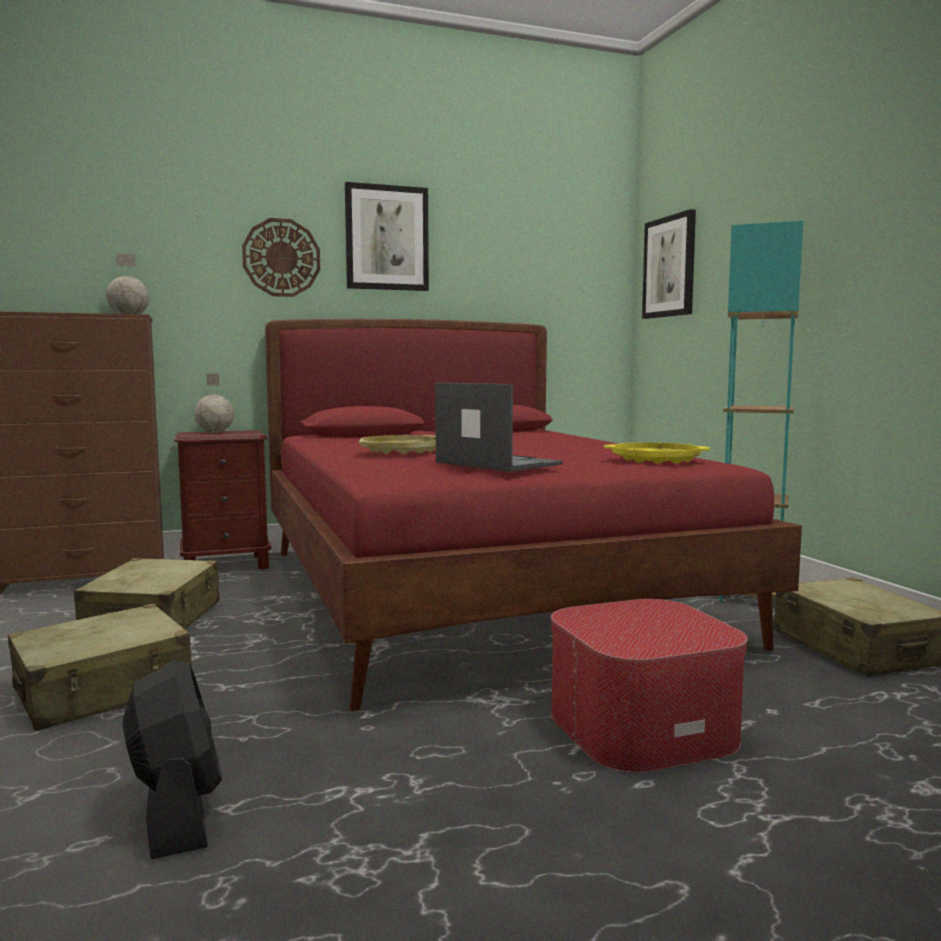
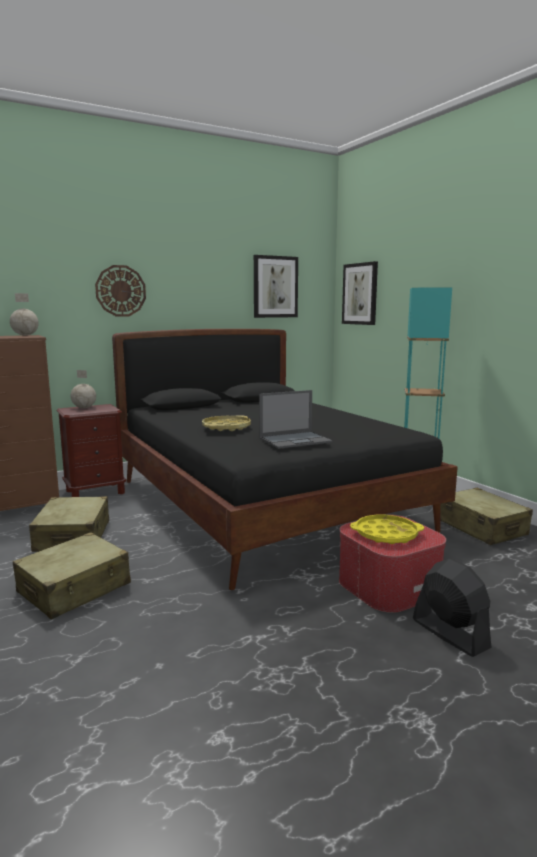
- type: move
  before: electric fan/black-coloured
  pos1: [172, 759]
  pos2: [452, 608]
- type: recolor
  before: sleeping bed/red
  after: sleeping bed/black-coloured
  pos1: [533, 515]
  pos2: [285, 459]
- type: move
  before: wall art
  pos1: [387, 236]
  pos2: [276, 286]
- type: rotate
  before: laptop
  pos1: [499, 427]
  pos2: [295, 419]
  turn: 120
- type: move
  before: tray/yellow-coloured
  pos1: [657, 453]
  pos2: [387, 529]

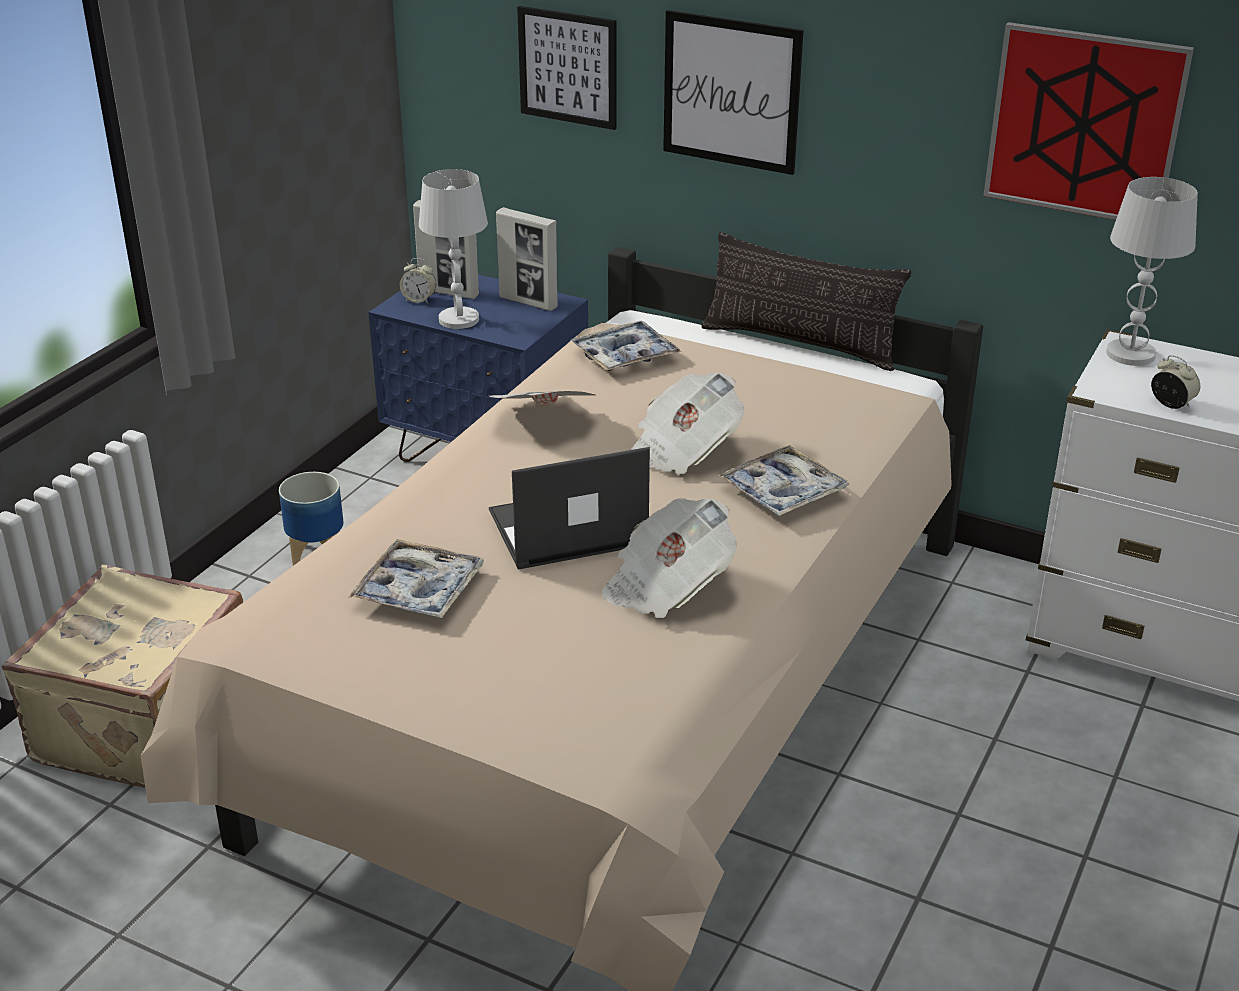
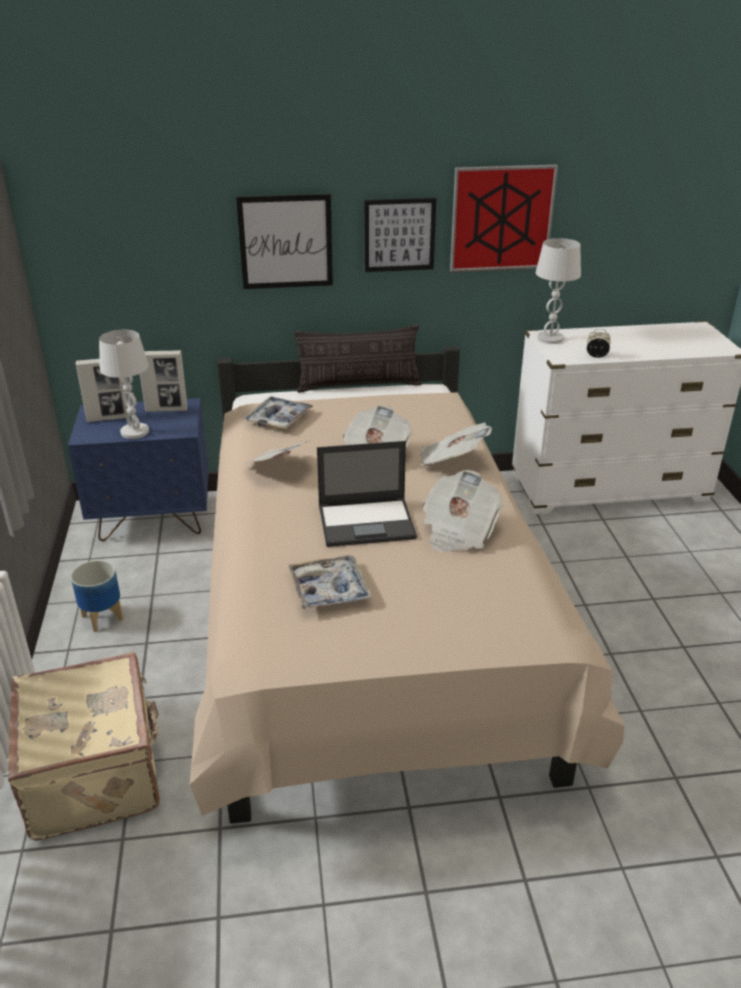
- type: delete
  before: table clock
  pos1: [418, 281]
- type: rotate
  before: laptop
  pos1: [569, 508]
  pos2: [367, 494]
  turn: -135
- type: move
  before: wall art
  pos1: [567, 68]
  pos2: [400, 235]
- type: replace
  before: tray
  after: newspaper
  pos1: [784, 480]
  pos2: [456, 444]

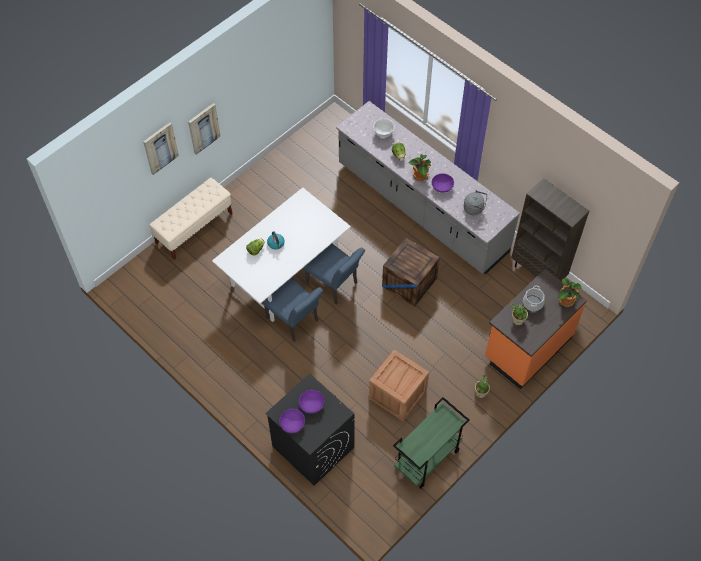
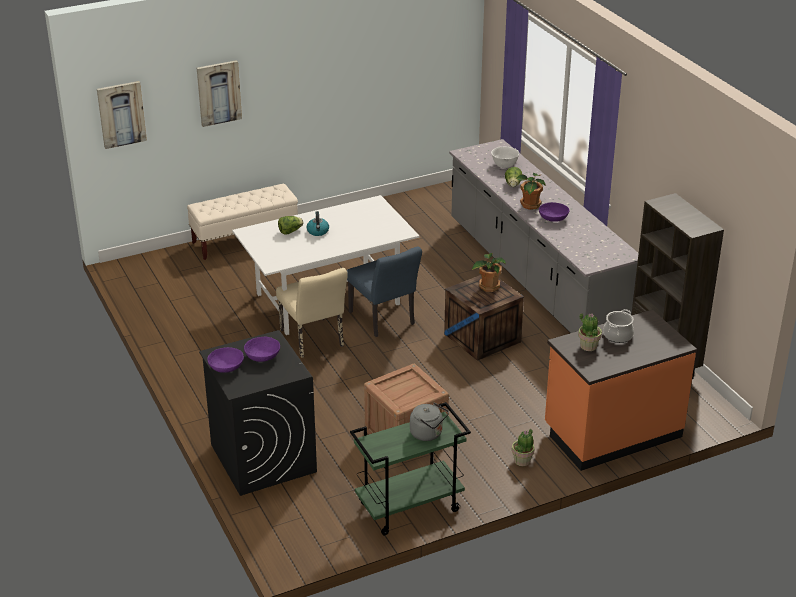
- type: move
  before: wall art
  pos1: [204, 129]
  pos2: [122, 115]
- type: recolor
  before: upright chair/bluish
  after: upright chair/beige
  pos1: [293, 309]
  pos2: [312, 313]
- type: move
  before: water kettle/gray
  pos1: [475, 202]
  pos2: [429, 421]
- type: move
  before: houseplant
  pos1: [569, 293]
  pos2: [489, 272]

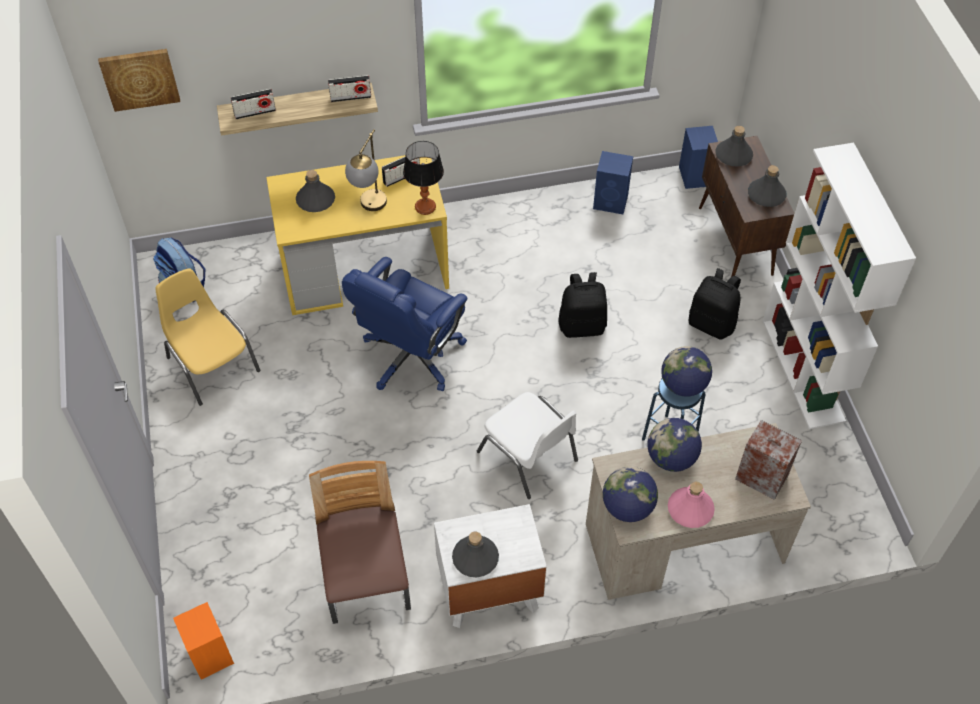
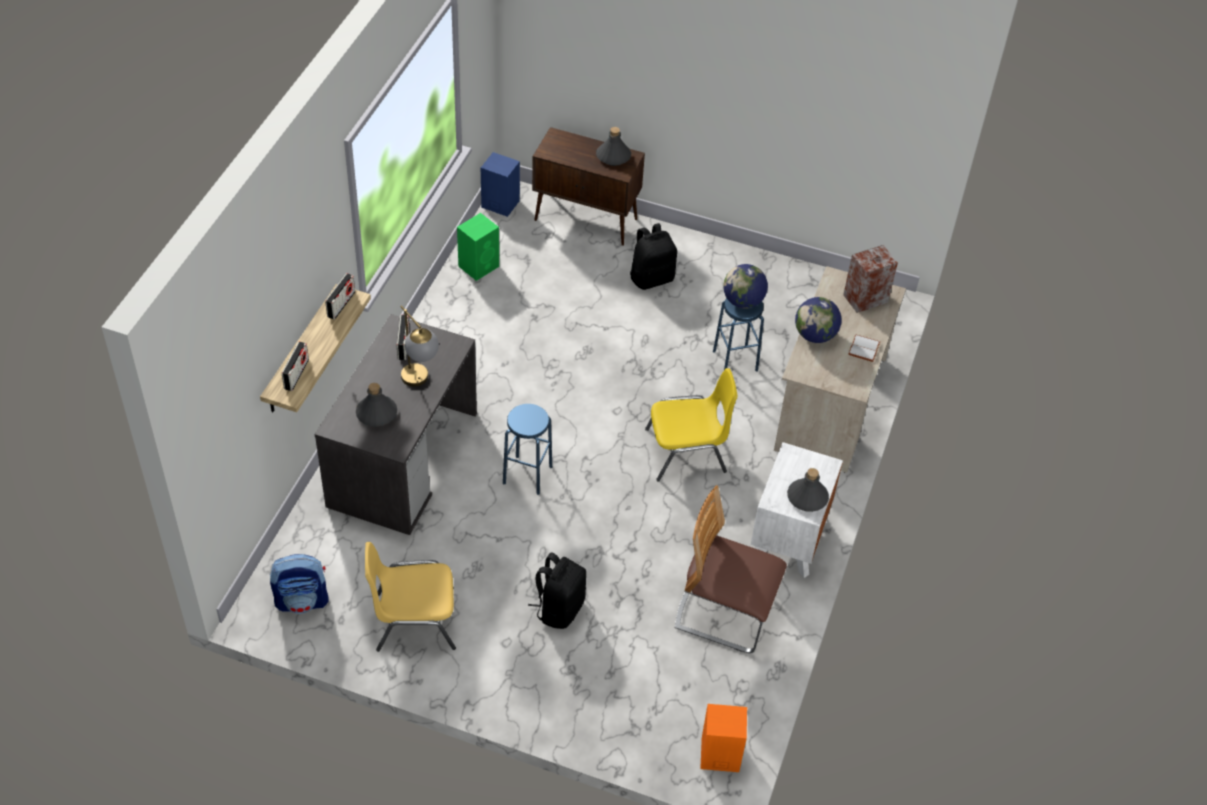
- type: delete
  before: wall art
  pos1: [139, 80]
- type: recolor
  before: desk table/yellow-coloured
  after: desk table/gray
  pos1: [357, 235]
  pos2: [396, 424]
- type: replace
  before: computer chair/bluish
  after: stool seat/bluish
  pos1: [404, 324]
  pos2: [527, 449]
- type: delete
  before: table lamp
  pos1: [423, 178]
- type: recolor
  before: upright chair/white-coloured
  after: upright chair/yellow-coloured
  pos1: [527, 445]
  pos2: [691, 424]
- type: move
  before: backpack/black-coloured
  pos1: [582, 305]
  pos2: [557, 590]
- type: recolor
  before: speaker/bluish
  after: speaker/green-coloured
  pos1: [613, 182]
  pos2: [478, 247]
- type: delete
  before: world globe
  pos1: [630, 494]
- type: replace
  before: beverage bottle/pink
  after: book/white-coloured
  pos1: [691, 505]
  pos2: [864, 348]
- type: delete
  before: beverage bottle/gray
  pos1: [734, 146]
- type: delete
  before: bookcase/white-coloured
  pos1: [839, 285]

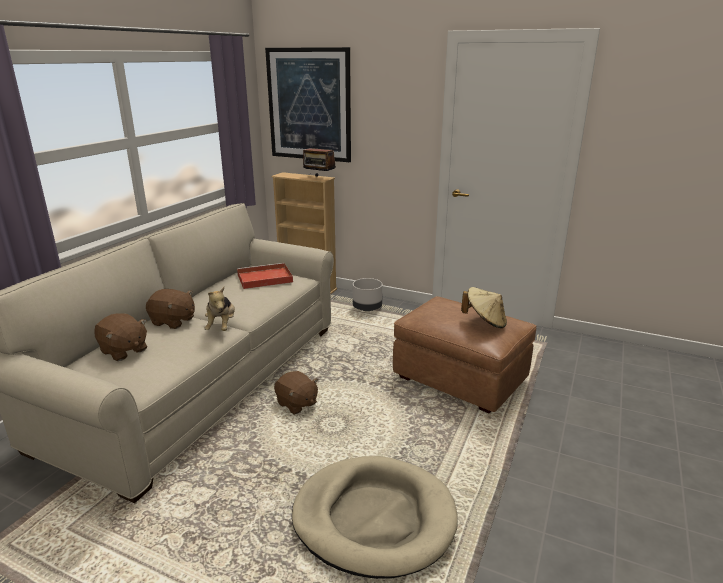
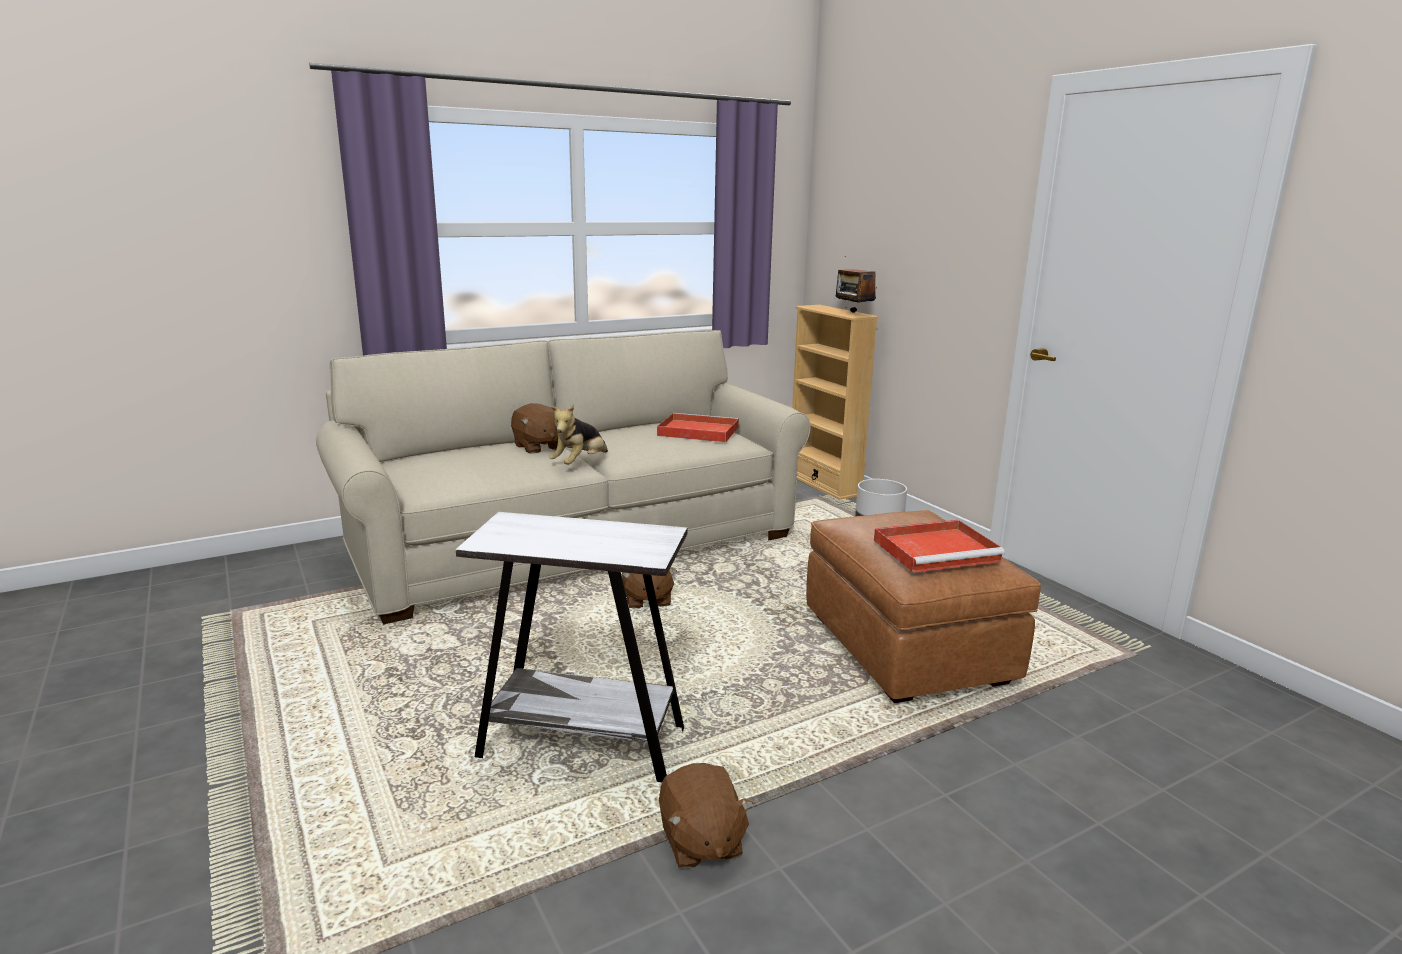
- type: move
  before: cuddly toy/brown-coloured
  pos1: [120, 337]
  pos2: [706, 816]
- type: delete
  before: wall art
  pos1: [308, 104]
- type: replace
  before: dog bed/beige
  after: end table/white-coloured
  pos1: [375, 517]
  pos2: [571, 647]
- type: replace
  before: wearable hat/beige
  after: tray/red
  pos1: [484, 307]
  pos2: [939, 546]

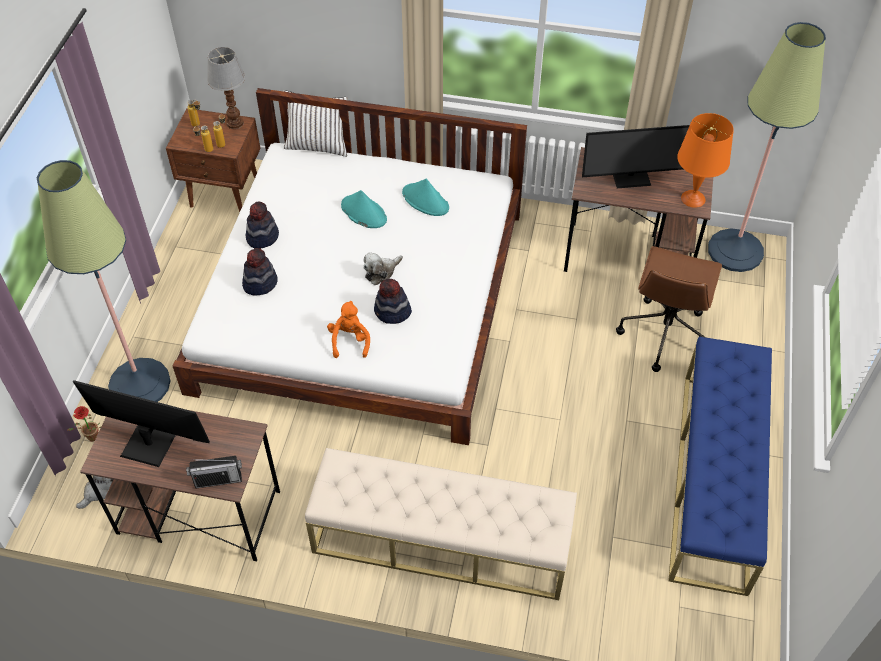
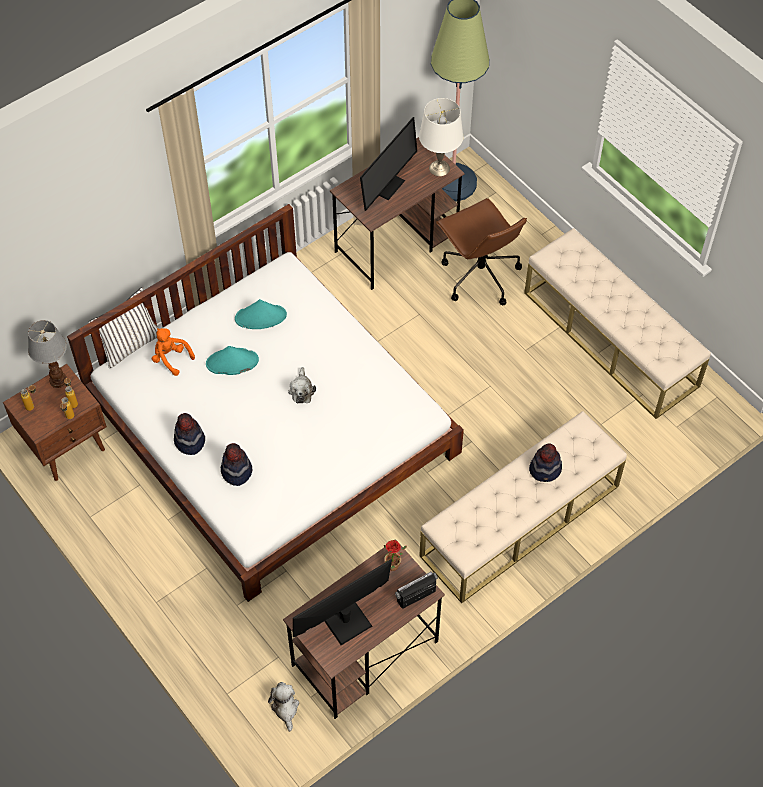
- type: delete
  before: standing lamp
  pos1: [104, 281]
- type: move
  before: houseplant
  pos1: [84, 423]
  pos2: [395, 555]
- type: rotate
  before: radio
  pos1: [214, 472]
  pos2: [416, 590]
  turn: -150
- type: move
  before: cuddly toy/orangey
  pos1: [348, 329]
  pos2: [173, 352]
- type: move
  before: wearable hat
  pos1: [393, 301]
  pos2: [545, 462]
- type: recolor
  before: bench/bluish
  after: bench/beige
  pos1: [720, 466]
  pos2: [617, 323]
- type: recolor
  before: table lamp/orangey
  after: table lamp/white-coloured
  pos1: [705, 160]
  pos2: [441, 137]

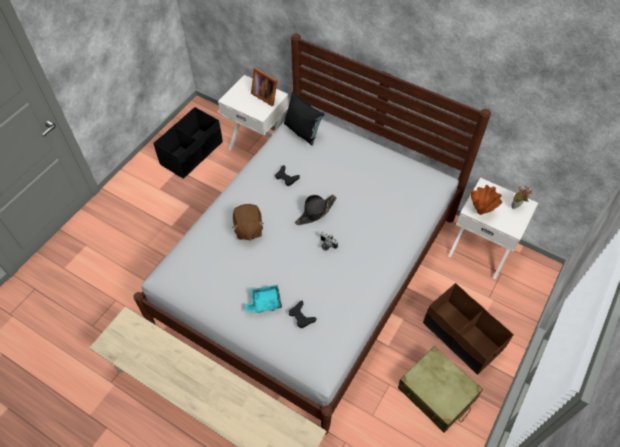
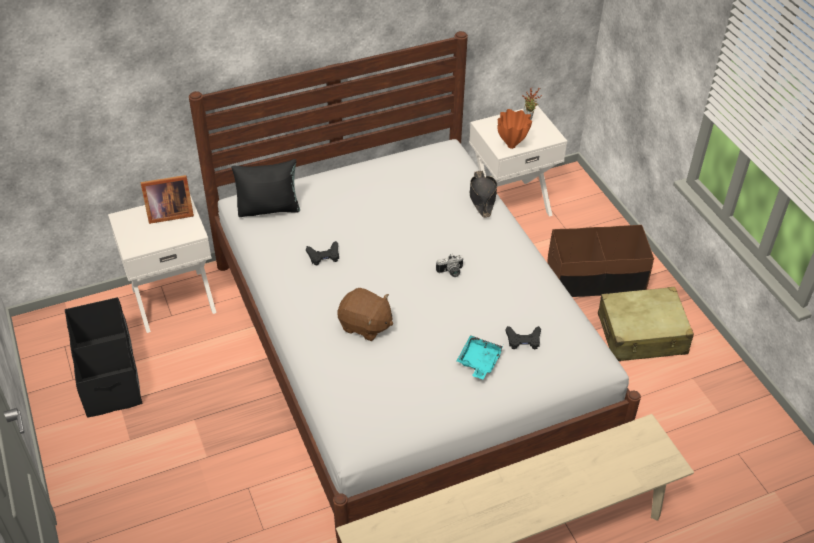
- type: move
  before: wearable hat/black-coloured
  pos1: [315, 209]
  pos2: [483, 194]

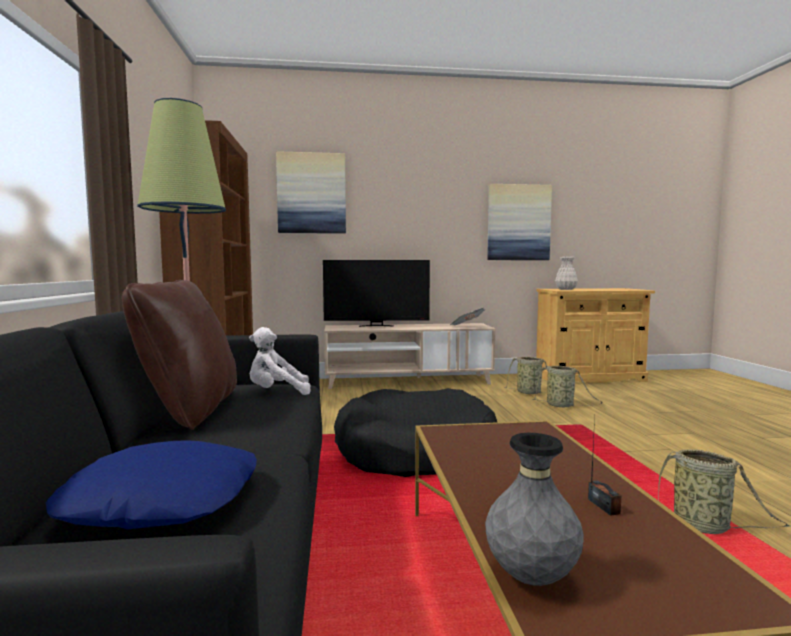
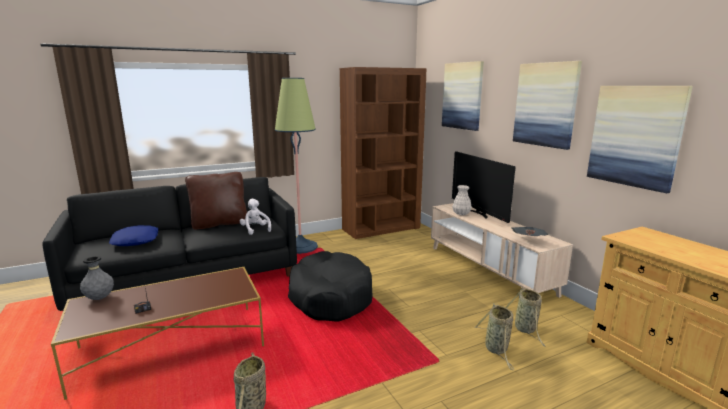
- type: move
  before: decorative vase/white-coloured
  pos1: [566, 273]
  pos2: [462, 200]
- type: insert
  after: wall art
  pos2: [547, 105]

